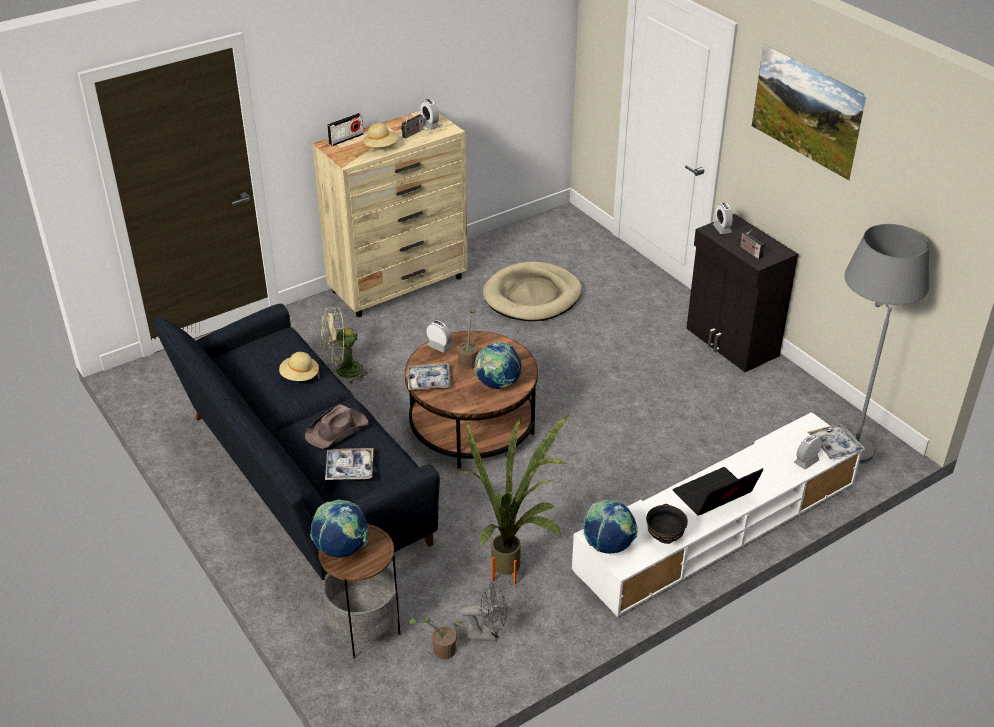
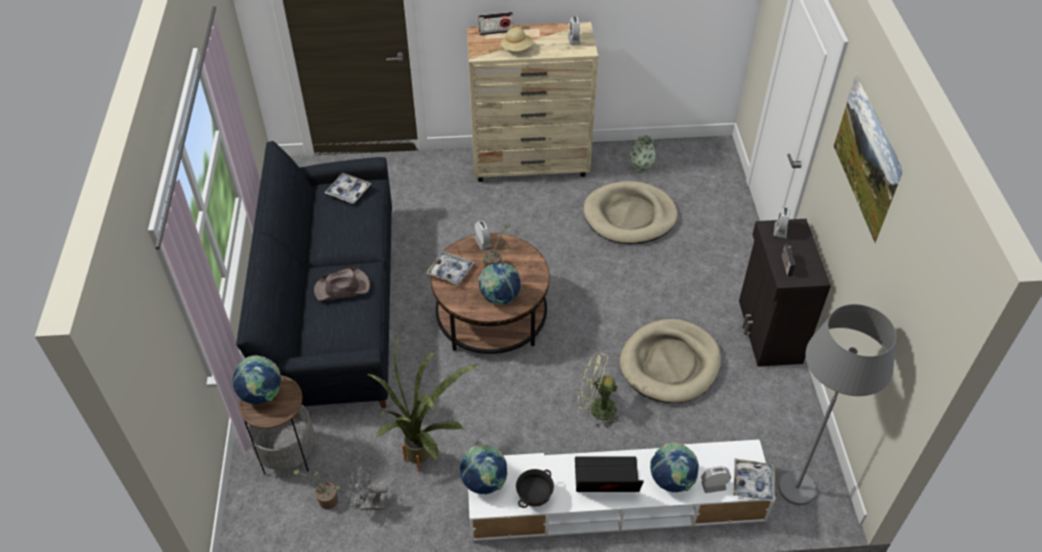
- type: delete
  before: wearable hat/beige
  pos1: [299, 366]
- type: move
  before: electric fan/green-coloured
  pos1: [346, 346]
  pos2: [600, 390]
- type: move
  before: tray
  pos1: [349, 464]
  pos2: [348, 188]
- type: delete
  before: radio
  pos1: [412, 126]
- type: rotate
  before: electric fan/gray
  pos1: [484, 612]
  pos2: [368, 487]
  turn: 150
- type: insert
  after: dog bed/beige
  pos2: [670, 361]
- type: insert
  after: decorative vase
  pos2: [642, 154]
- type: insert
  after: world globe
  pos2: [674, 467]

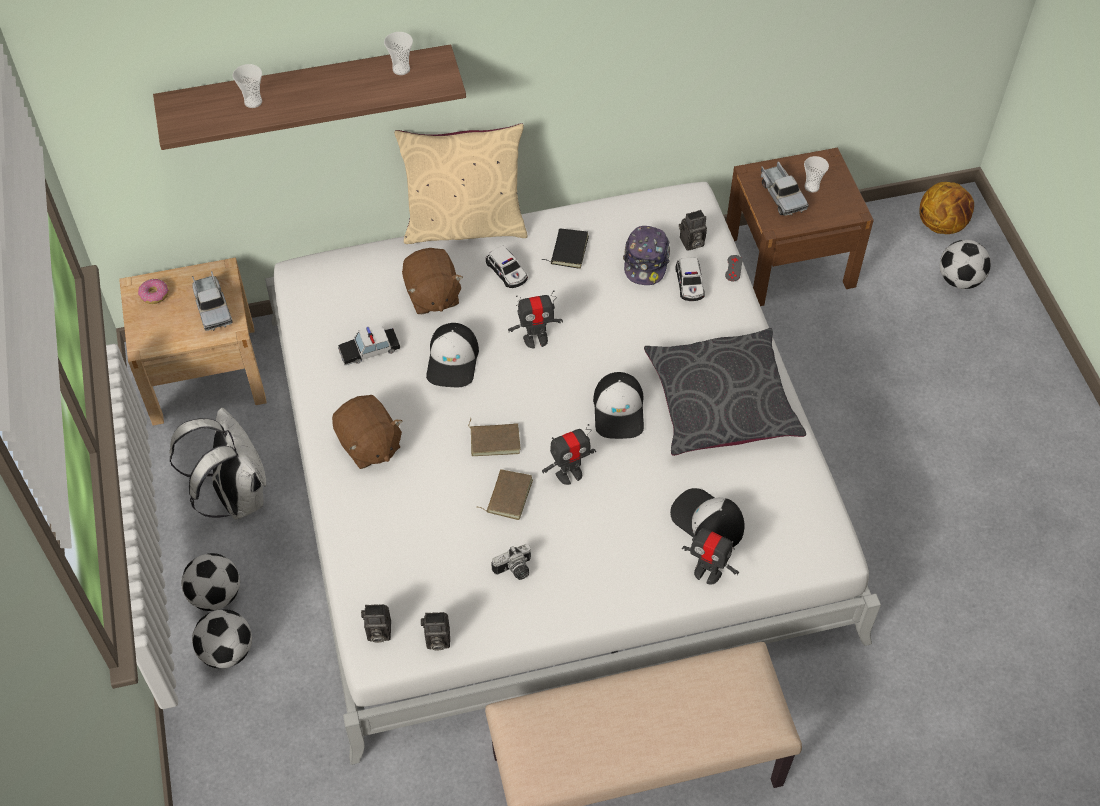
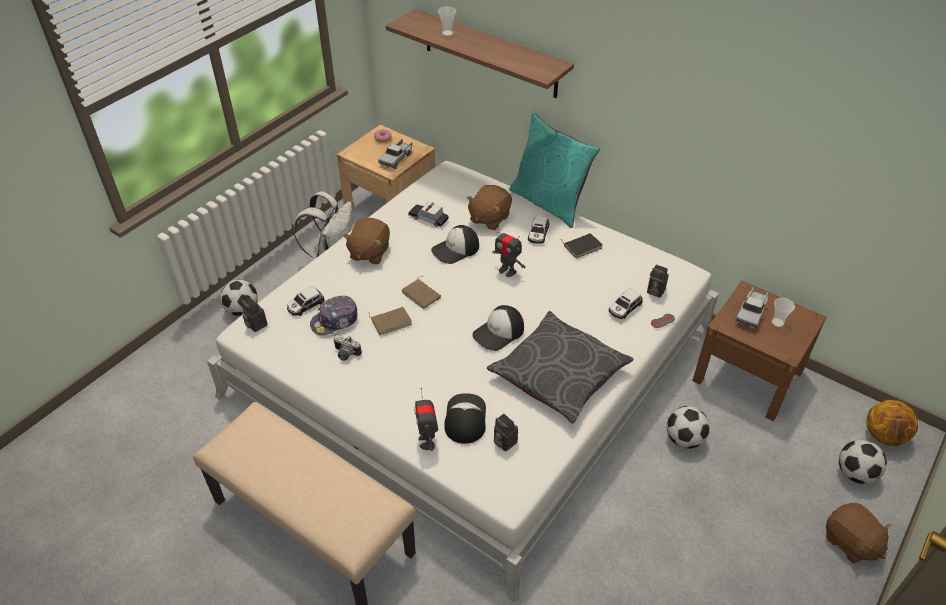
- type: move
  before: ball for football
  pos1: [210, 582]
  pos2: [688, 427]
- type: delete
  before: small cup
  pos1: [398, 53]
- type: recolor
  before: throw pillow/beige
  after: throw pillow/turquoise
  pos1: [461, 183]
  pos2: [554, 170]
- type: move
  before: photo camera
  pos1: [435, 631]
  pos2: [506, 433]
- type: delete
  before: robot figure
  pos1: [569, 454]
- type: move
  before: baseball cap
  pos1: [646, 255]
  pos2: [334, 315]
- type: insert
  after: miniature car
  pos2: [305, 301]
- type: insert
  after: cuddly toy/brown-coloured
  pos2: [858, 533]

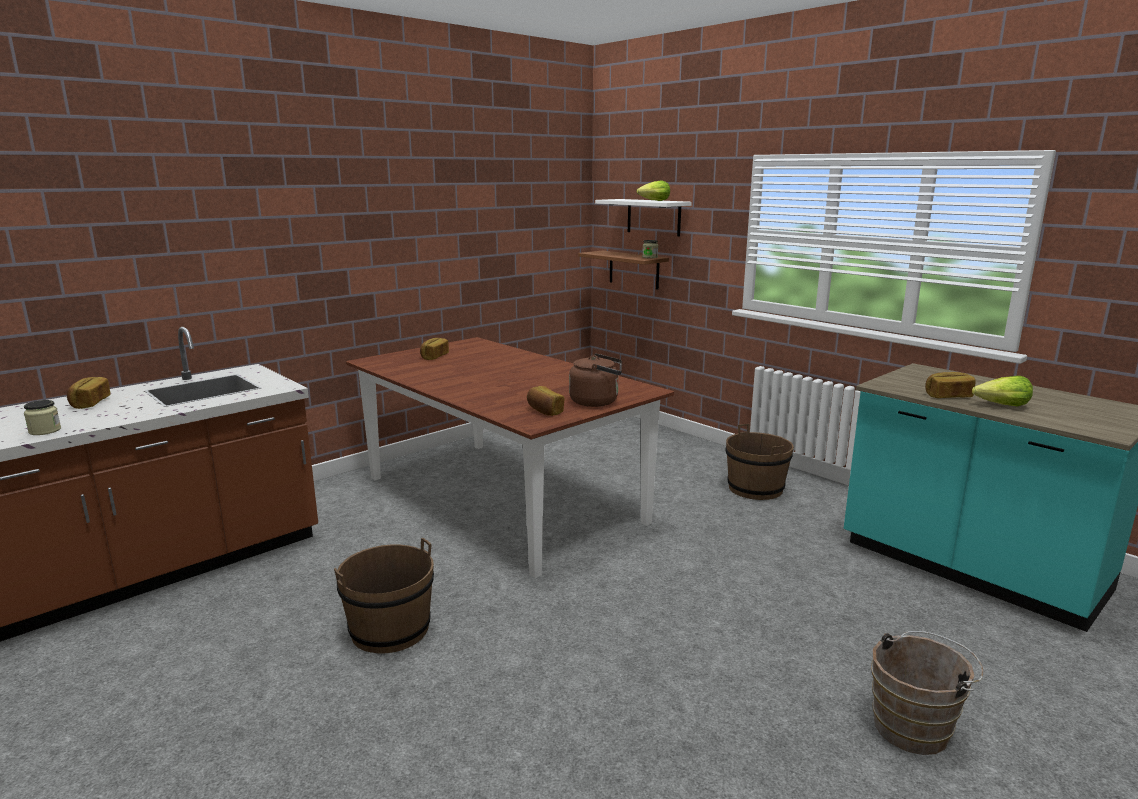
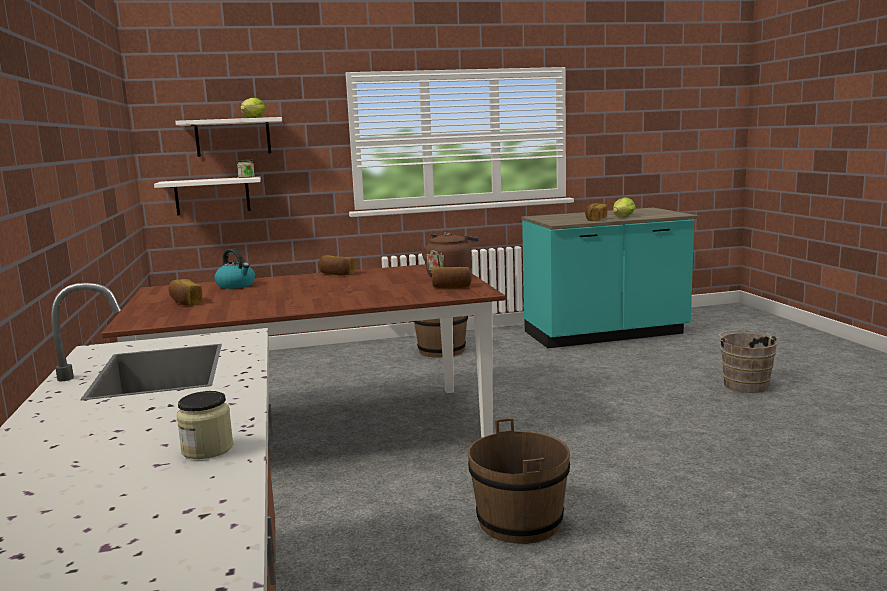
- type: move
  before: bakery bread
  pos1: [89, 393]
  pos2: [336, 265]
- type: recolor
  before: wall shelf/brown-coloured
  after: wall shelf/white-coloured
  pos1: [623, 270]
  pos2: [207, 196]
- type: insert
  after: water kettle
  pos2: [234, 268]

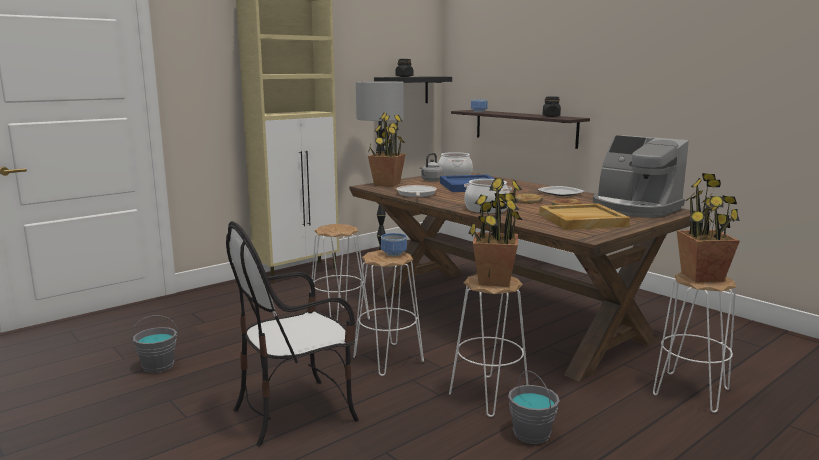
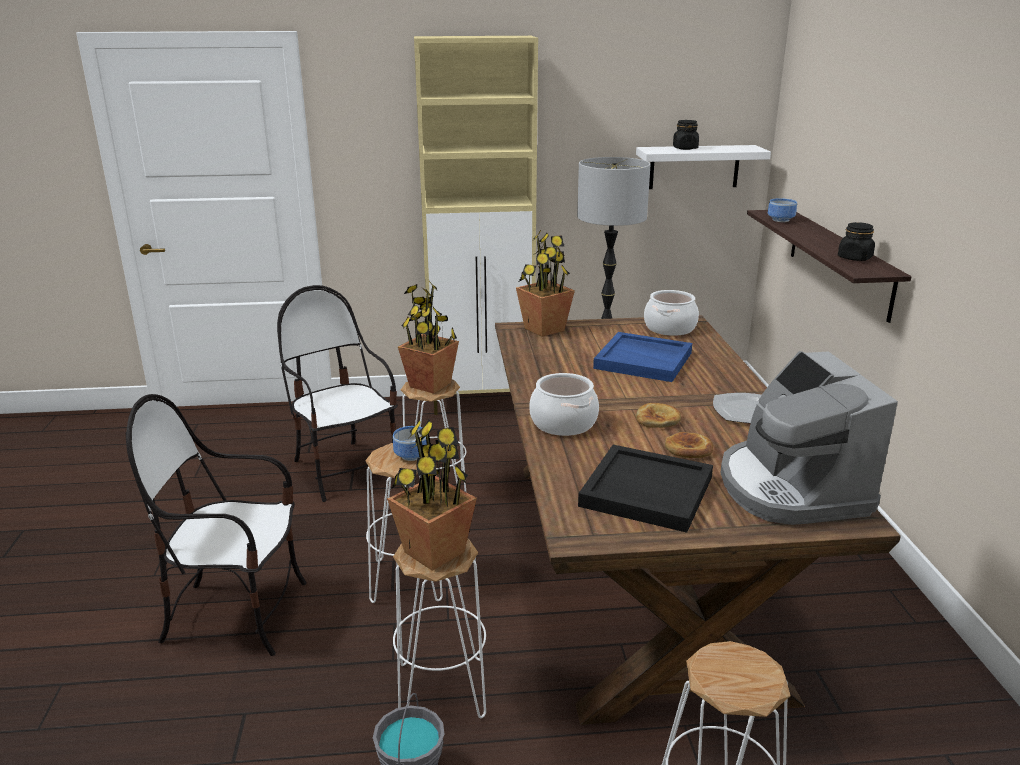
- type: delete
  before: pail/gray
  pos1: [154, 344]
- type: recolor
  before: wall shelf/black-coloured
  after: wall shelf/white-coloured
  pos1: [413, 89]
  pos2: [703, 167]
- type: delete
  before: pan
  pos1: [417, 191]
- type: delete
  before: water kettle/gray
  pos1: [431, 167]
- type: recolor
  before: tray/beige
  after: tray/black-coloured
  pos1: [584, 216]
  pos2: [645, 489]
- type: move
  before: houseplant
  pos1: [708, 227]
  pos2: [428, 337]
- type: insert
  after: upright chair
  pos2: [337, 393]

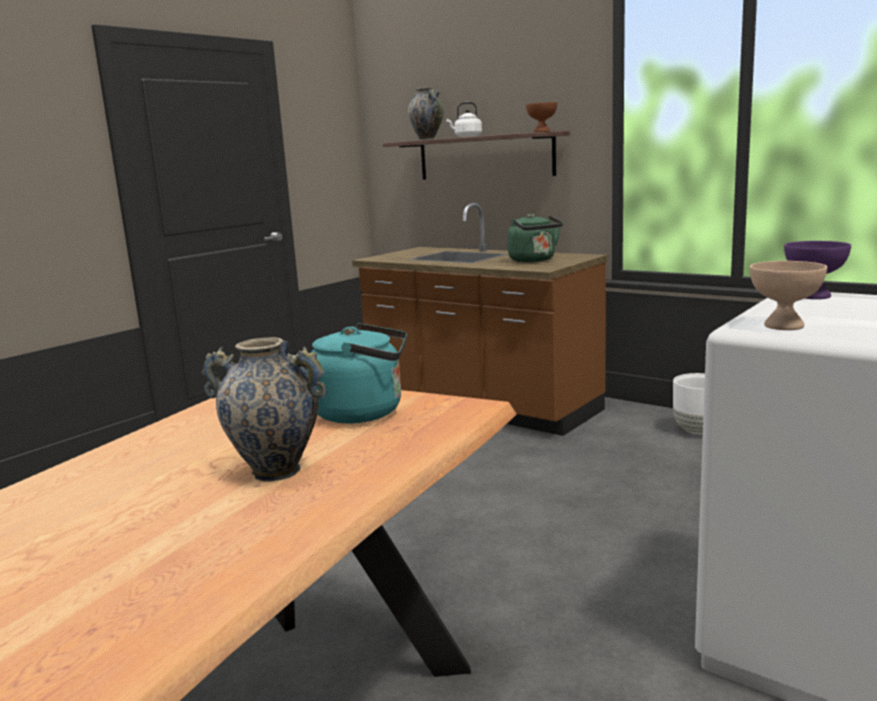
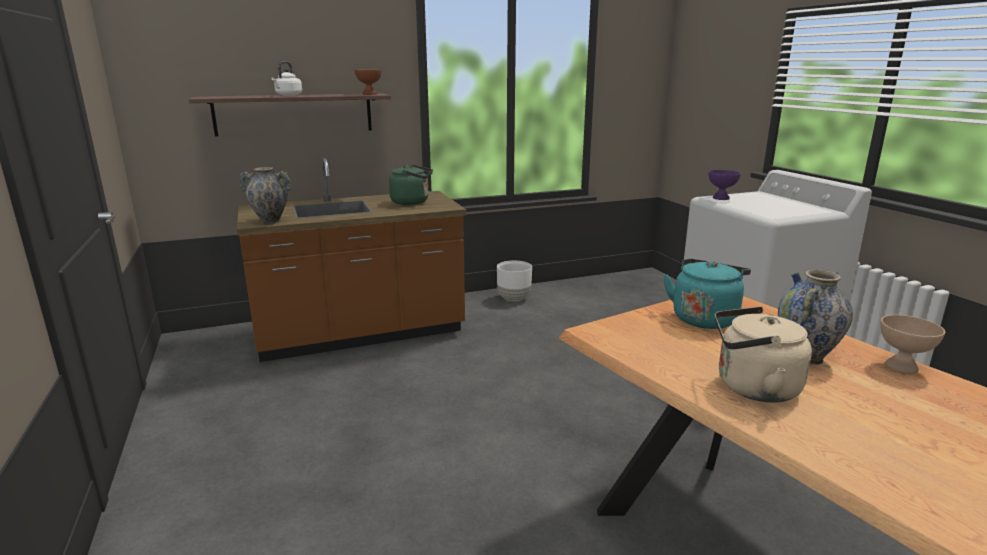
- type: move
  before: decorative vase
  pos1: [426, 114]
  pos2: [265, 195]
- type: move
  before: serving bowl/beige
  pos1: [788, 295]
  pos2: [912, 344]
- type: insert
  after: water kettle/beige
  pos2: [763, 355]

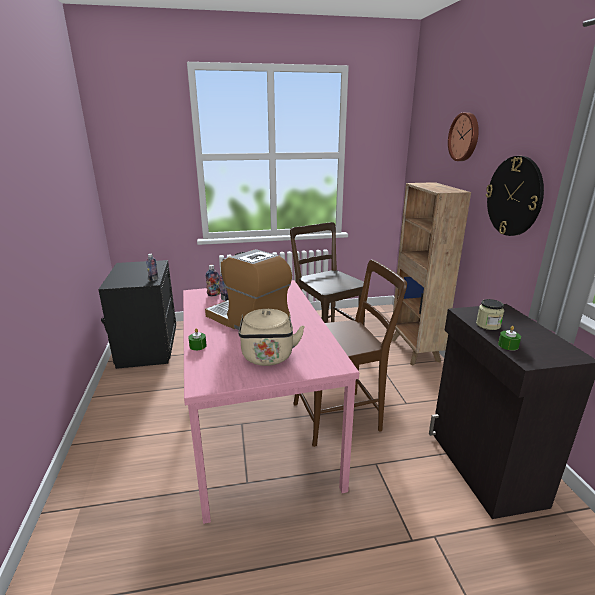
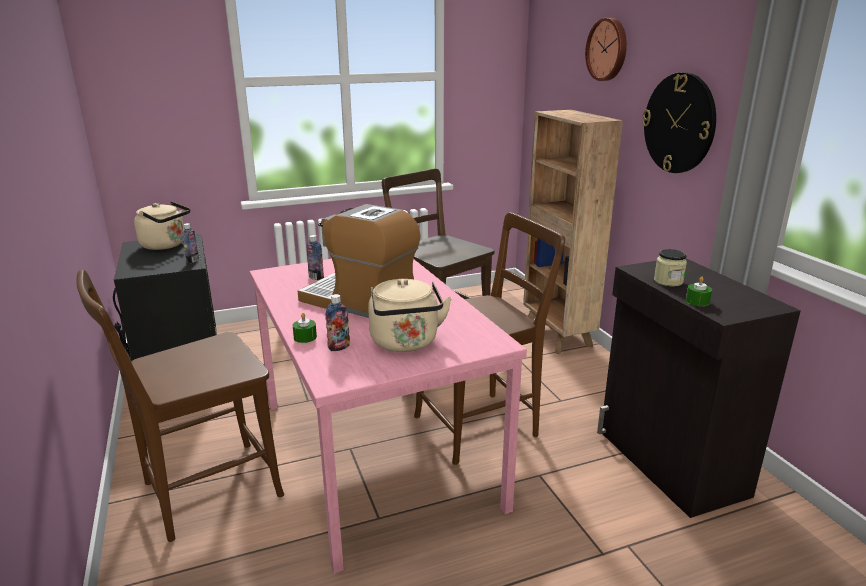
- type: move
  before: beverage bottle
  pos1: [212, 280]
  pos2: [337, 322]
- type: insert
  after: upright chair/brown-coloured
  pos2: [180, 406]
- type: insert
  after: water kettle/beige
  pos2: [162, 225]

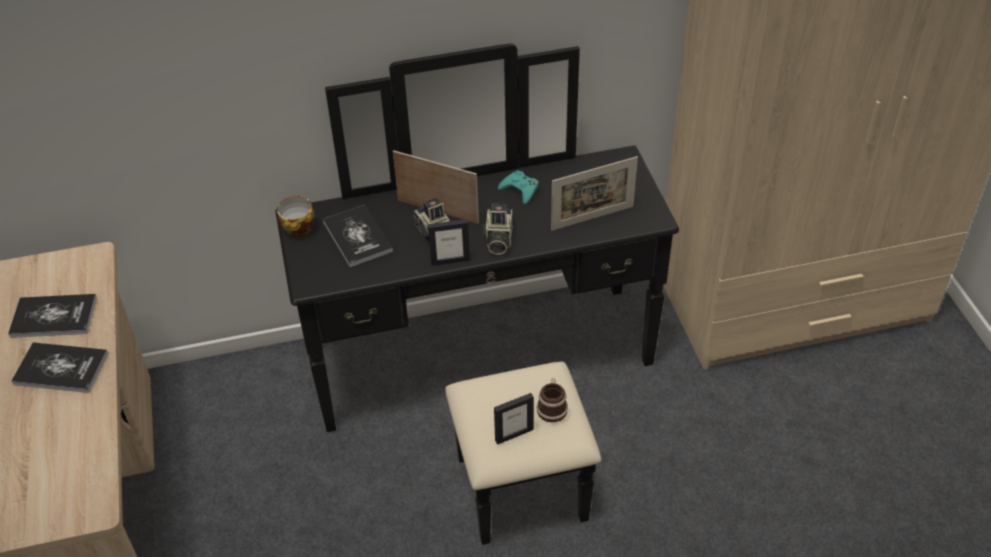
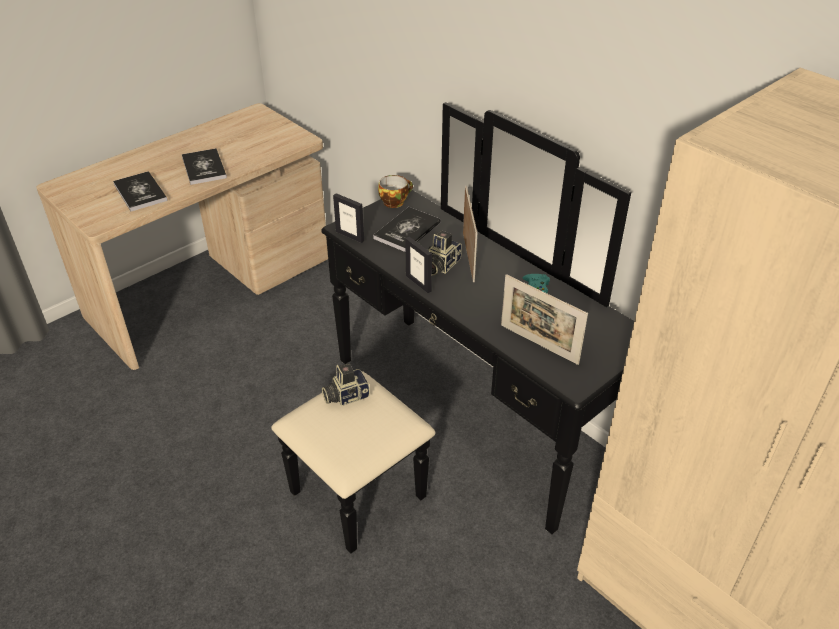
- type: move
  before: book
  pos1: [52, 316]
  pos2: [140, 191]
- type: move
  before: photo camera
  pos1: [498, 229]
  pos2: [346, 384]
- type: move
  before: picture frame
  pos1: [514, 419]
  pos2: [348, 218]
- type: delete
  before: coffee mug
  pos1: [552, 400]

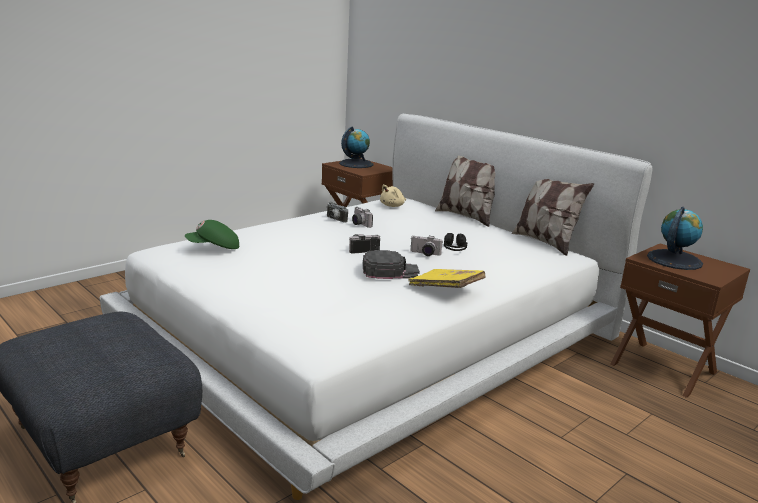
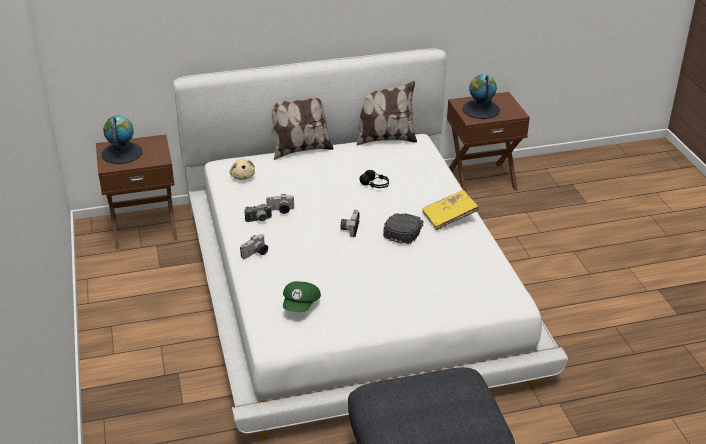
- type: move
  before: photo camera
  pos1: [426, 246]
  pos2: [254, 246]

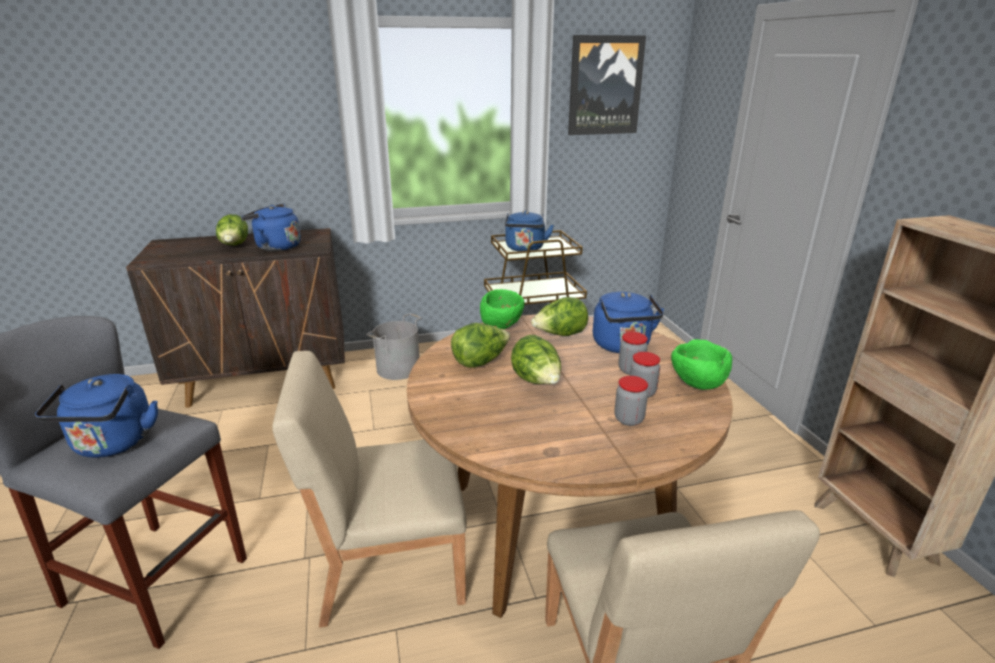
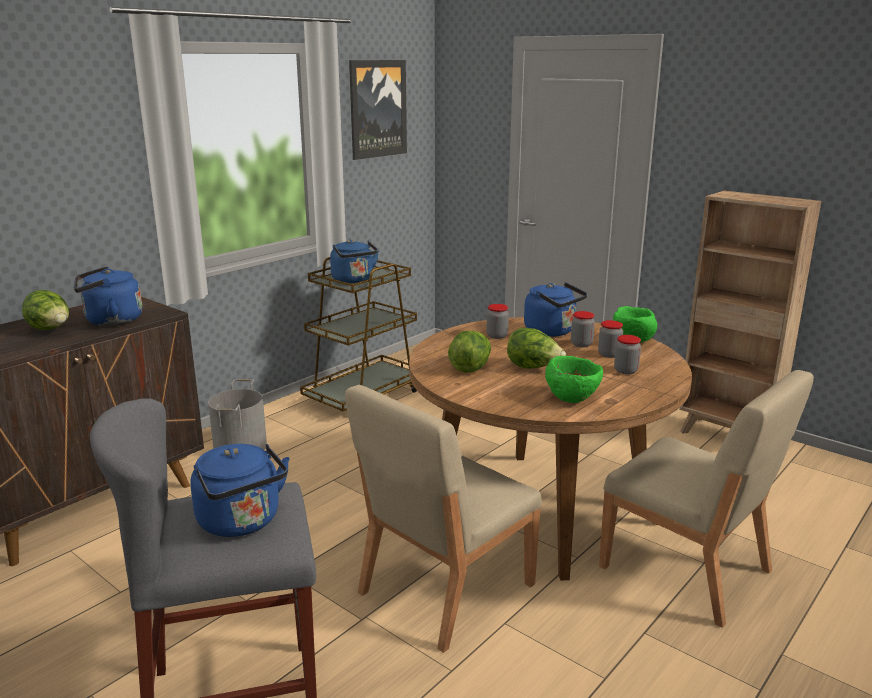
- type: move
  before: serving bowl/green-coloured
  pos1: [502, 309]
  pos2: [574, 379]
- type: replace
  before: head of lettuce
  after: jar
  pos1: [559, 316]
  pos2: [498, 321]

